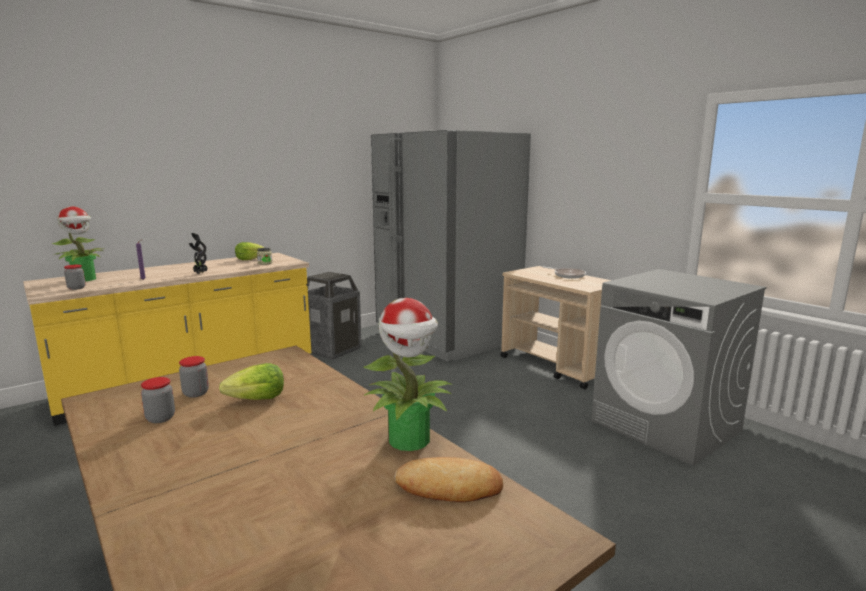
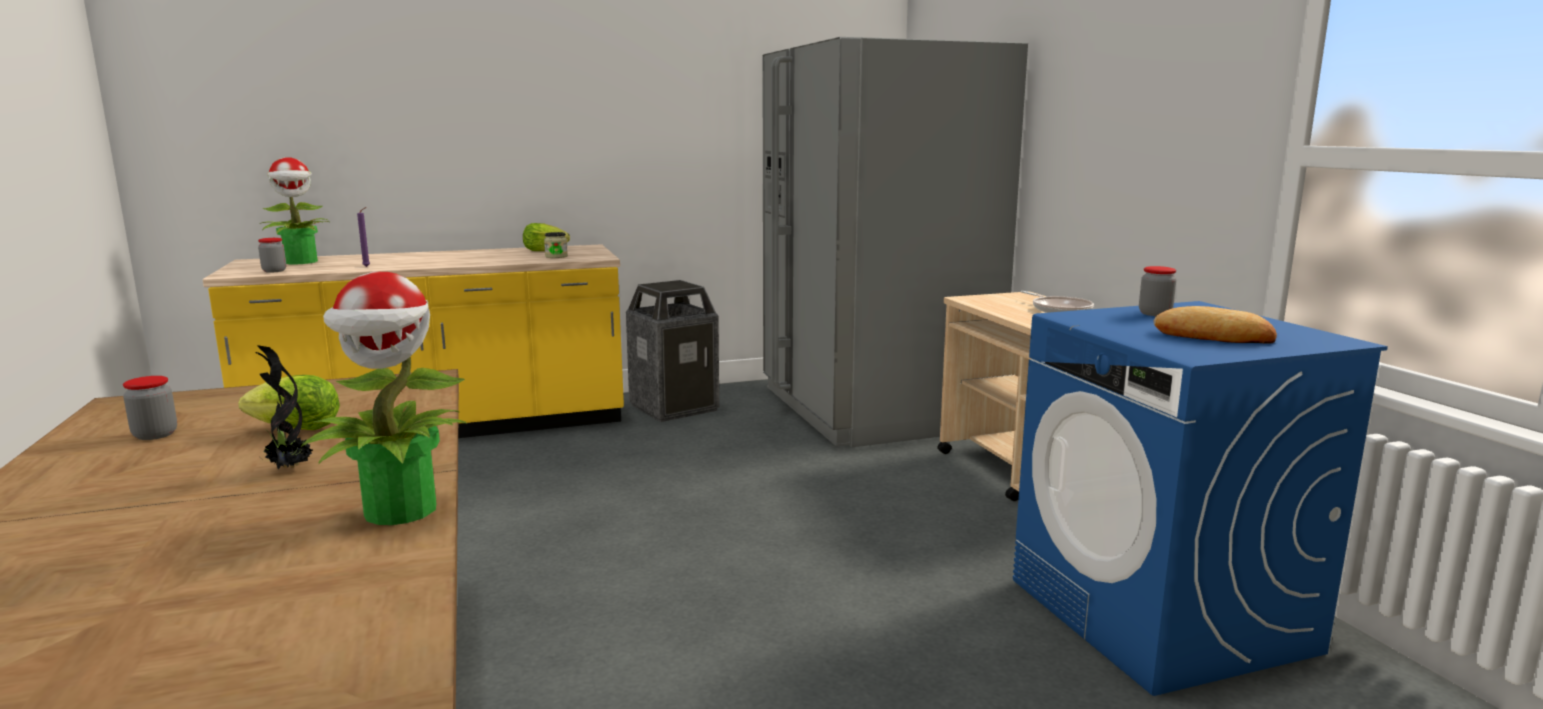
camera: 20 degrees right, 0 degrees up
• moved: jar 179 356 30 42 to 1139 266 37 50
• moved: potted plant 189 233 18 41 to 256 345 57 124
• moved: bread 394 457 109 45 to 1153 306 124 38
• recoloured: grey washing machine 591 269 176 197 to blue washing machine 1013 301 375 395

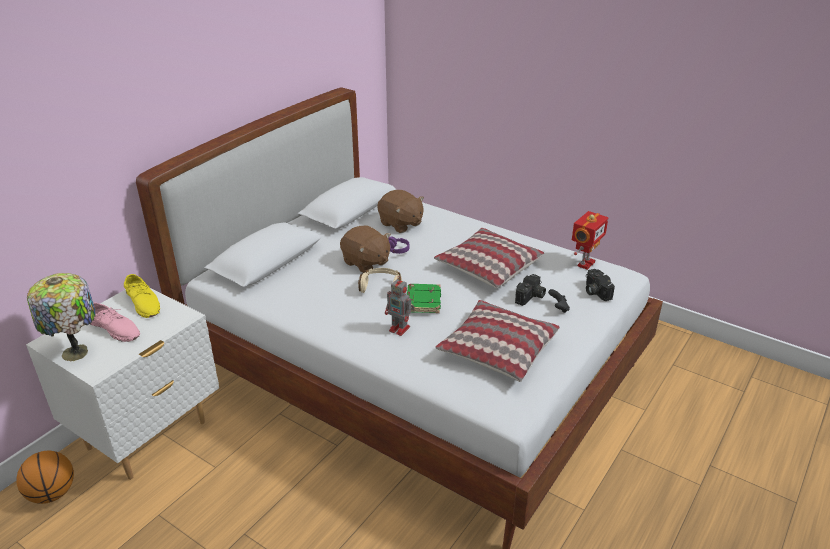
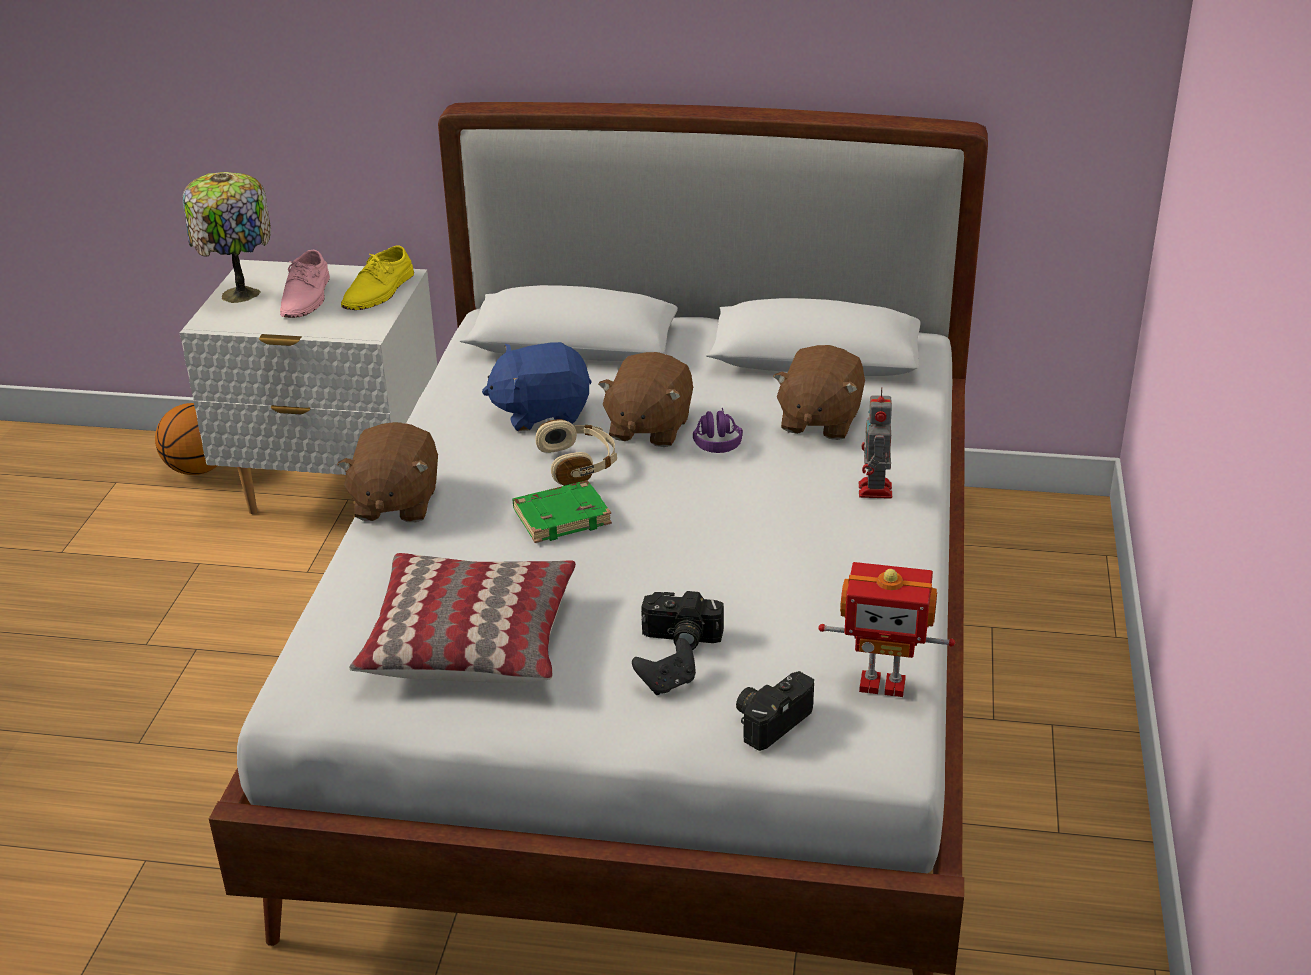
camera: 65 degrees right, 0 degrees up
• removed: pillow 434 228 110 60
• added: brown plush toy 337 422 101 100
• added: blue plush toy 482 342 109 89
• moved: toy robot 385 276 29 60 to 859 387 33 112

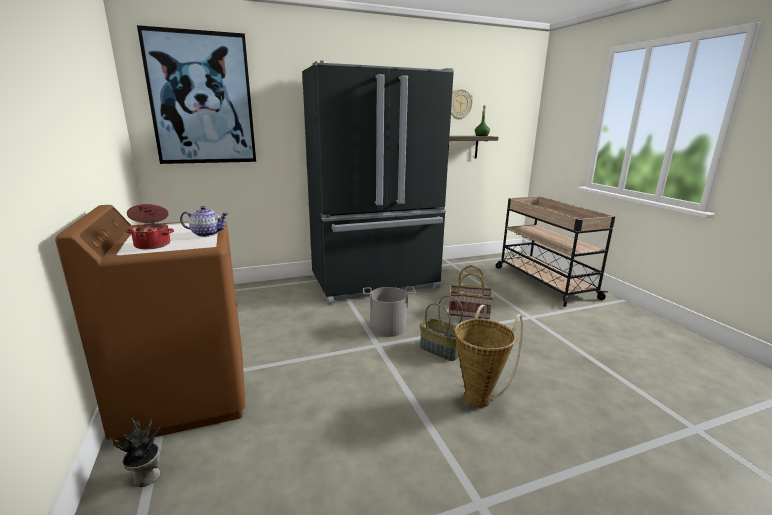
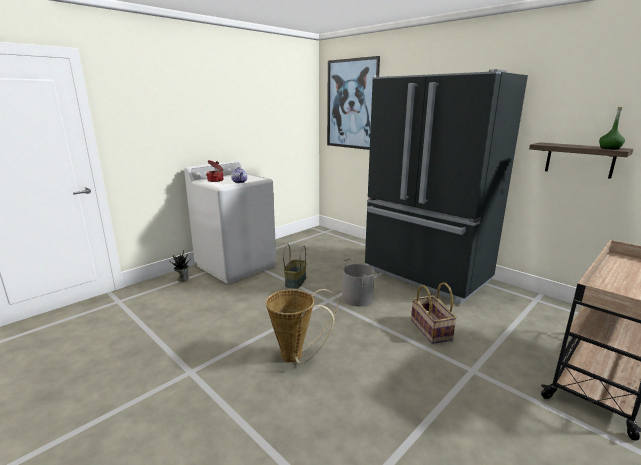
camera: 65 degrees right, 0 degrees up
• removed: wall clock 451 89 22 31
• moved: basket 420 295 43 66 to 283 244 24 45
• recoloured: brown washing machine 55 205 190 240 to white washing machine 184 161 92 123

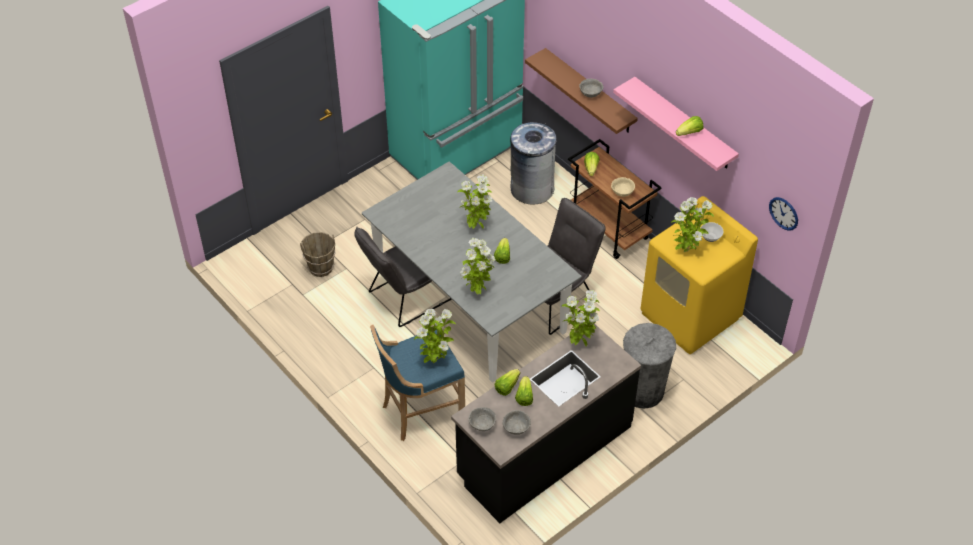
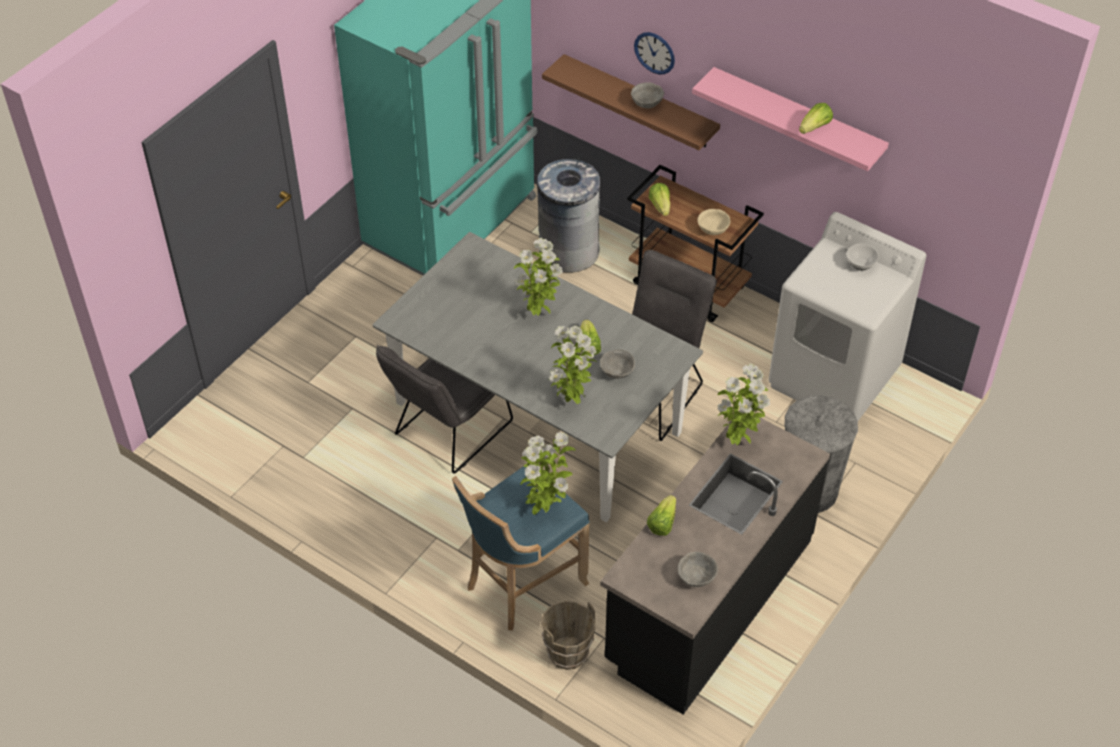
camera: 15 degrees left, 0 degrees up
• removed: lettuce 515 376 18 30
• removed: potted plant 671 197 43 55
• moved: brown bucket 300 232 36 45 to 540 600 55 70
• moved: grey bowl 468 407 28 24 to 600 349 35 30
• moved: wall clock 769 197 29 34 to 634 32 41 42
• recoloured: yellow washing machine 641 196 117 158 to white washing machine 769 212 158 209

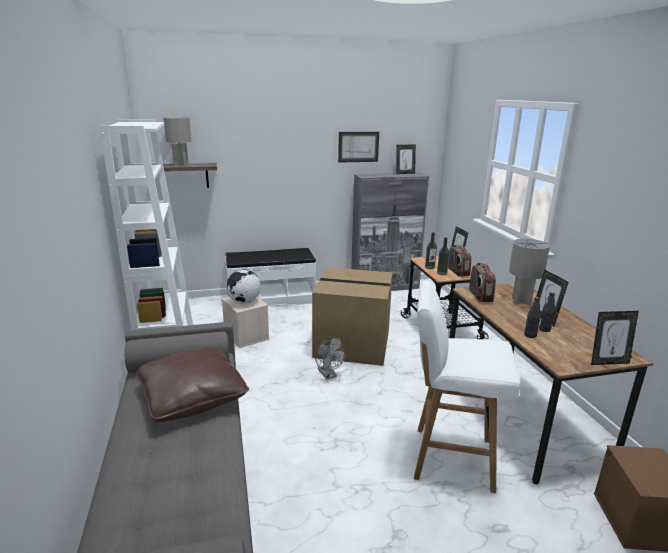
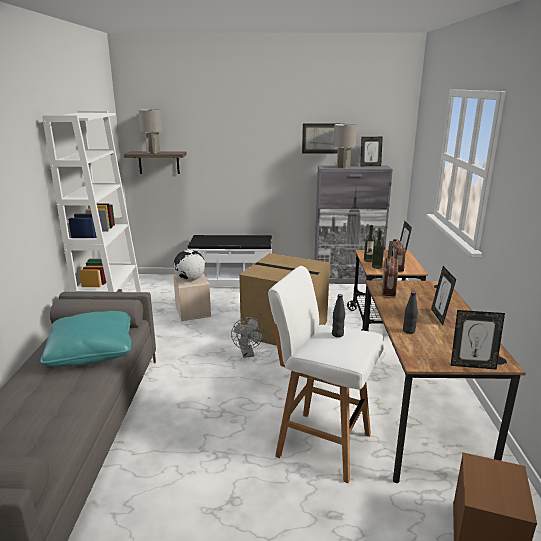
camera: 15 degrees right, 0 degrees up
• moved: grey table lamp 509 239 41 67 to 333 124 24 44
• moved: black bottle 539 292 16 40 to 332 294 13 43
• recoloured: brown pillow 137 347 112 75 to turquoise pillow 40 311 91 56

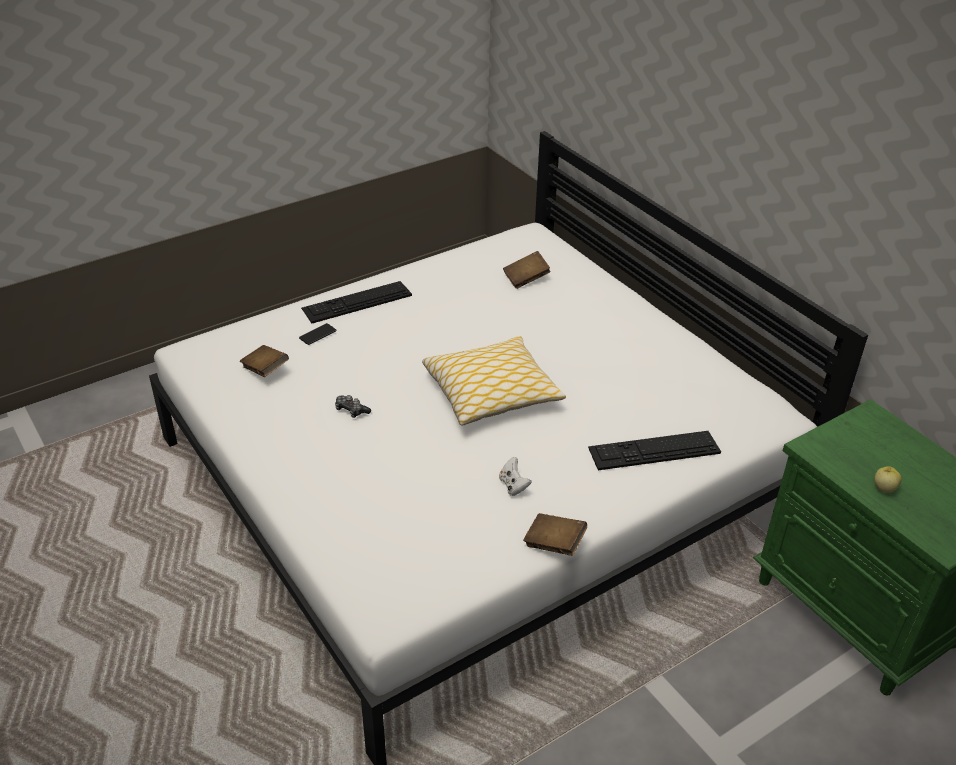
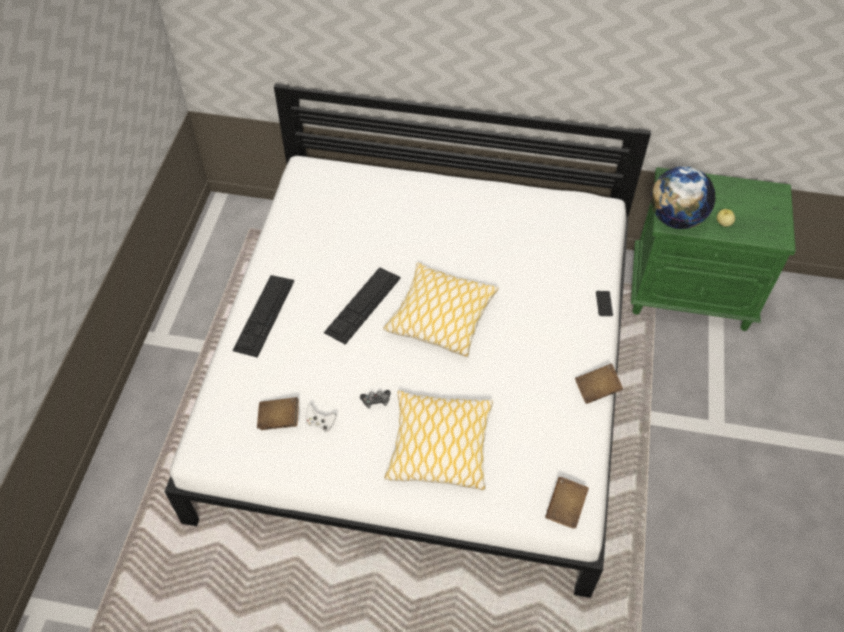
camera: 45 degrees left, 15 degrees up
• added: pillow 385 391 108 99
• added: globe 651 166 64 63
• moved: phone 299 323 38 22 to 596 291 17 25
• moved: white game controller 499 457 33 39 to 306 404 31 28
• moved: brown book 503 251 48 38 to 545 477 44 52
• moved: keyboard 588 431 133 39 to 324 267 77 78

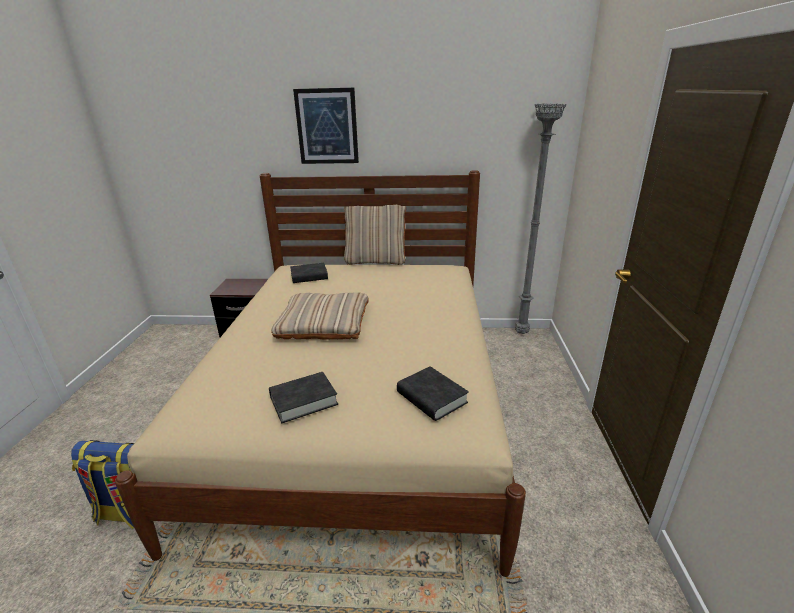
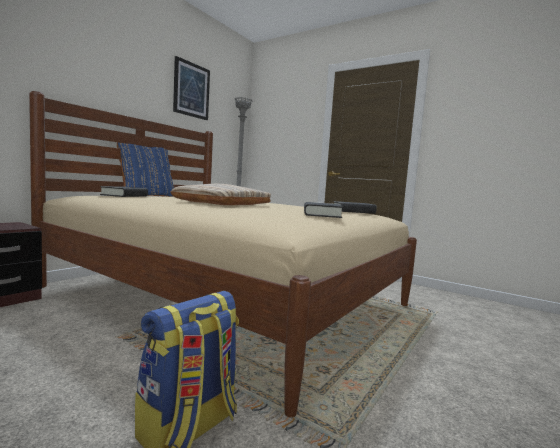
camera: 60 degrees left, 20 degrees down
• moved: picture 293 88 66 76 to 173 56 37 64
• recoloured: beige pillow 344 205 62 60 to blue pillow 117 142 57 55

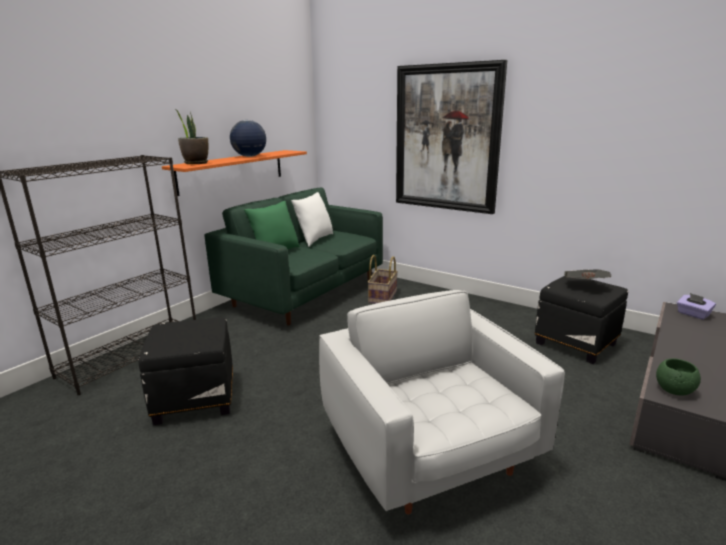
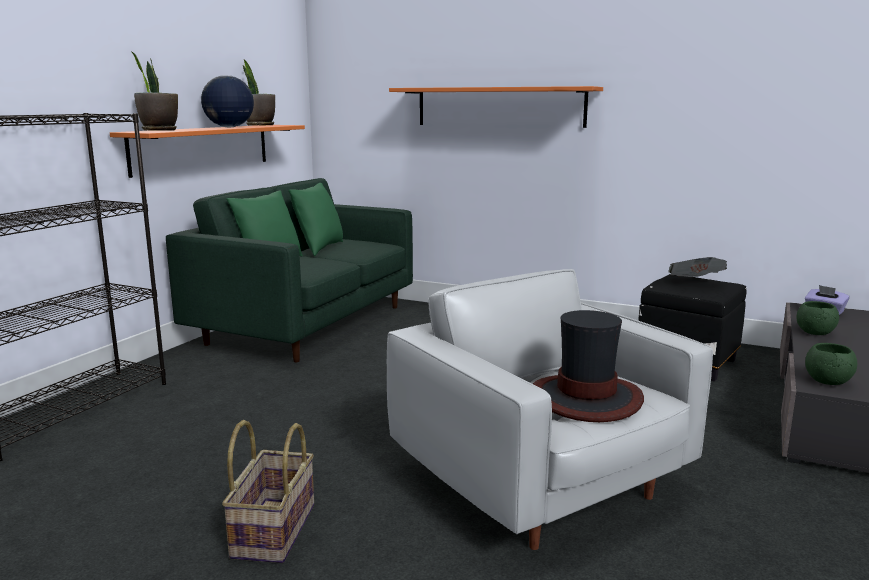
camera: 10 degrees left, 5 degrees down
• removed: black ottoman 138 317 95 108
• added: potted plant 243 60 32 66
• added: hat 533 310 111 112
• added: green bowl 796 301 43 34
• moved: basket 367 255 31 49 to 222 420 92 143
• replaced: picture 396 60 111 154 to orange shelf 389 86 214 42
• recoloured: white pillow 291 192 42 55 to green pillow 288 183 55 73

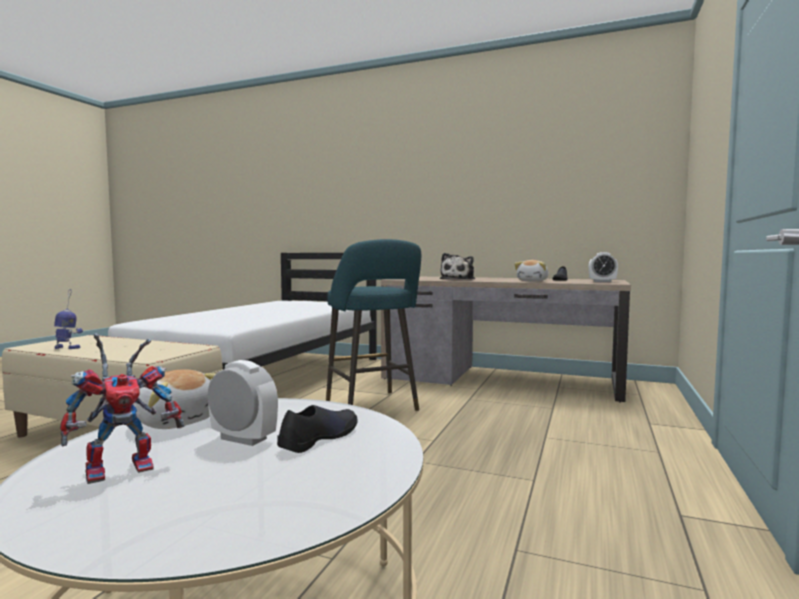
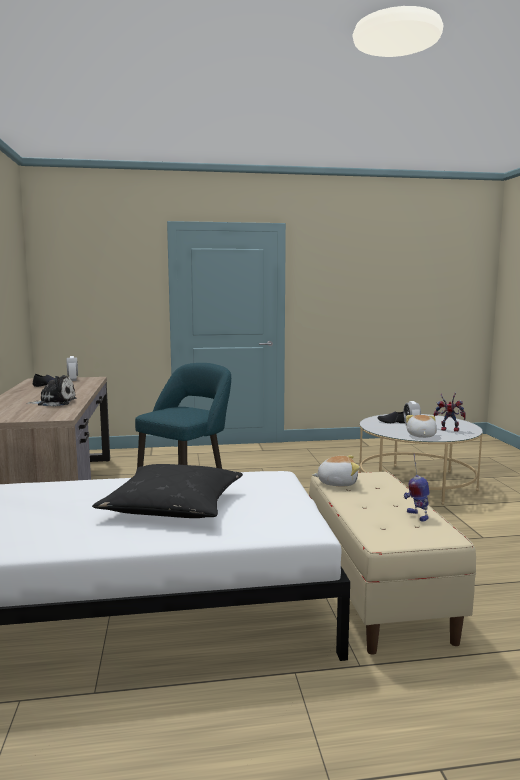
camera: 120 degrees left, 5 degrees up
• added: black pillow 92 464 151 54
• moved: plush toy 514 260 35 22 to 312 455 48 31

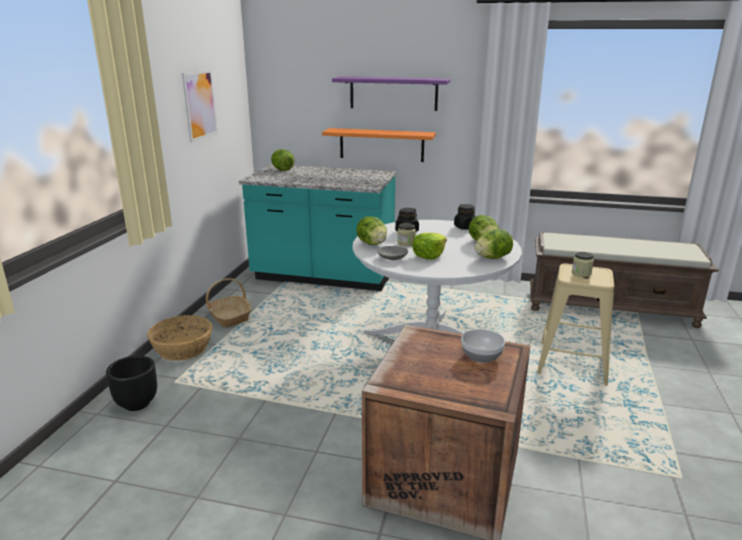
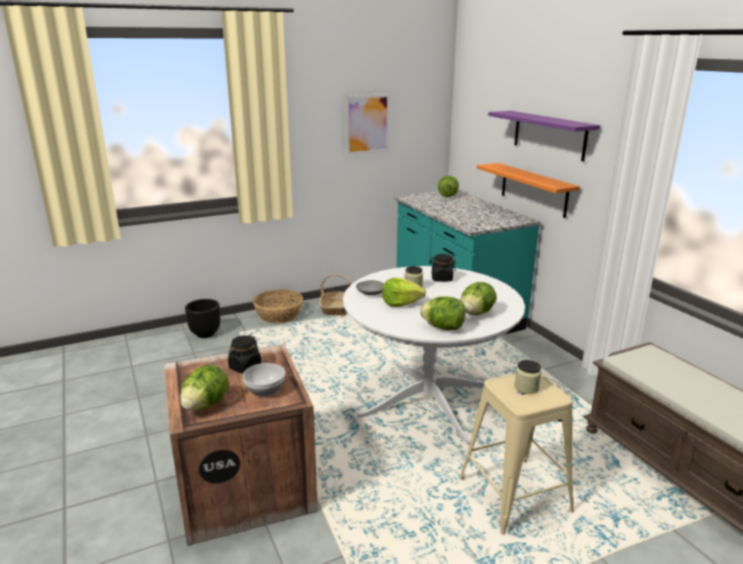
camera: 50 degrees right, 0 degrees up
• moved: lettuce 356 216 31 29 to 180 365 49 45
• moved: black jar 454 204 22 26 to 228 335 33 39

